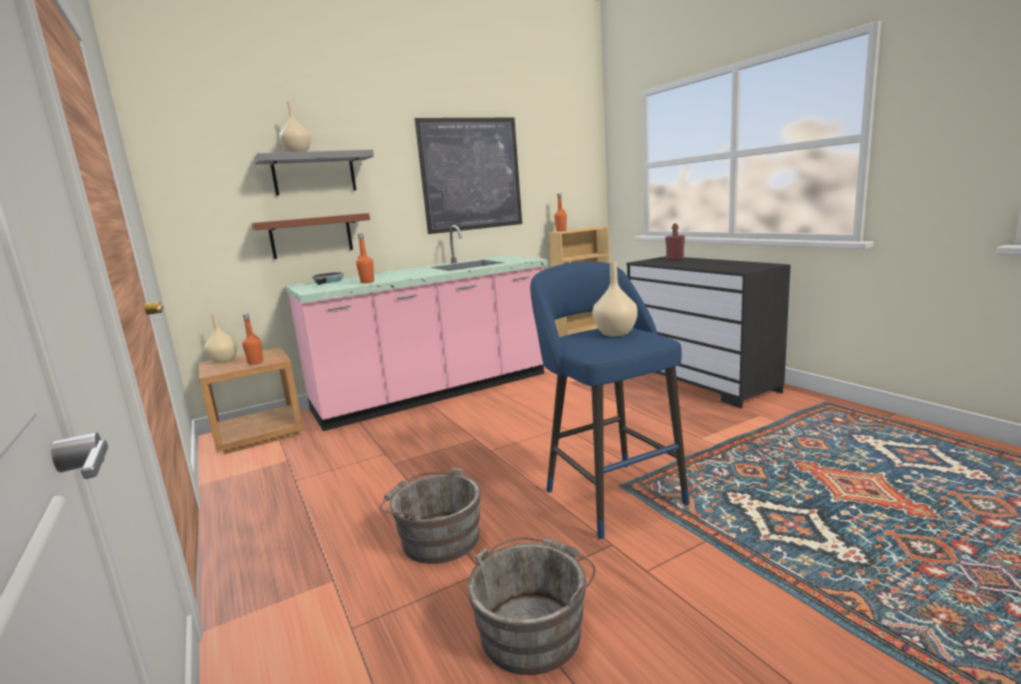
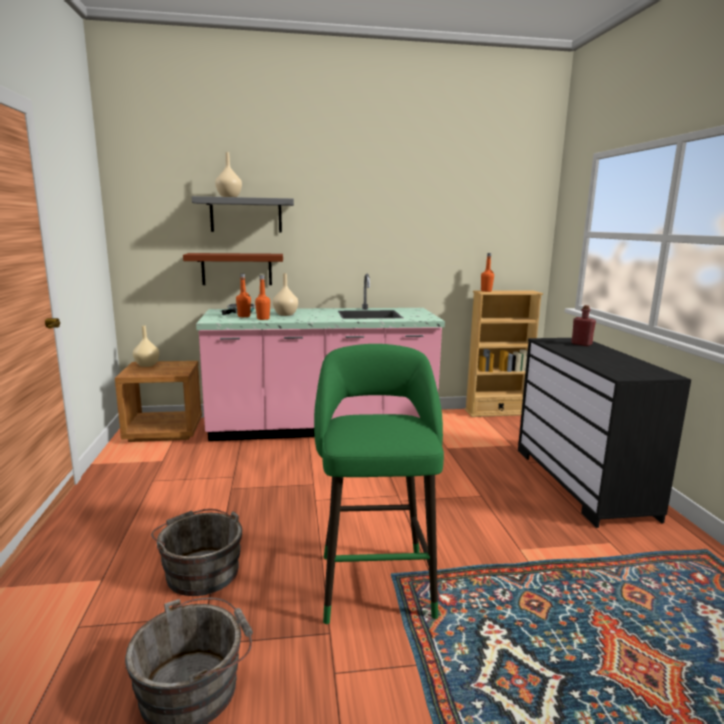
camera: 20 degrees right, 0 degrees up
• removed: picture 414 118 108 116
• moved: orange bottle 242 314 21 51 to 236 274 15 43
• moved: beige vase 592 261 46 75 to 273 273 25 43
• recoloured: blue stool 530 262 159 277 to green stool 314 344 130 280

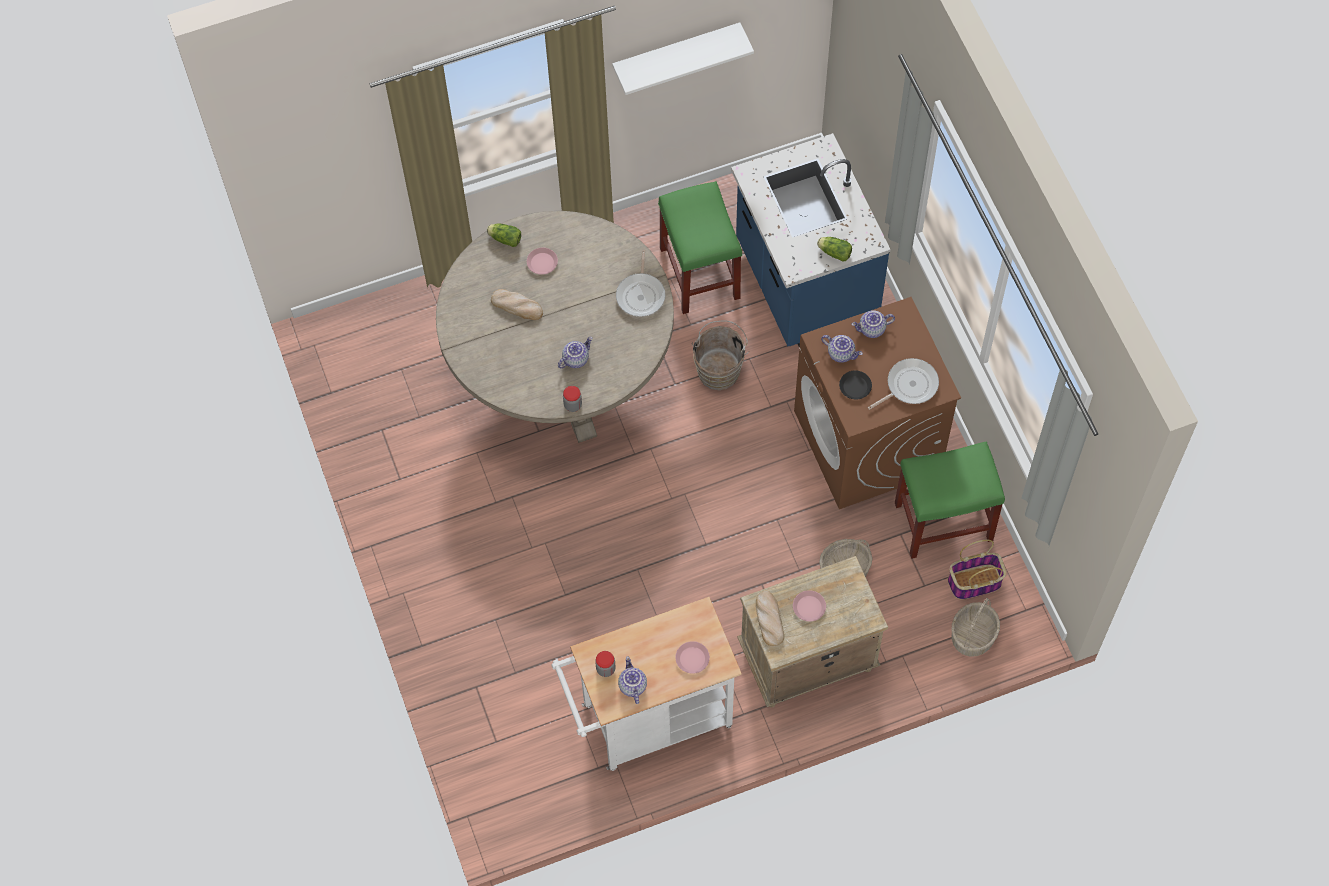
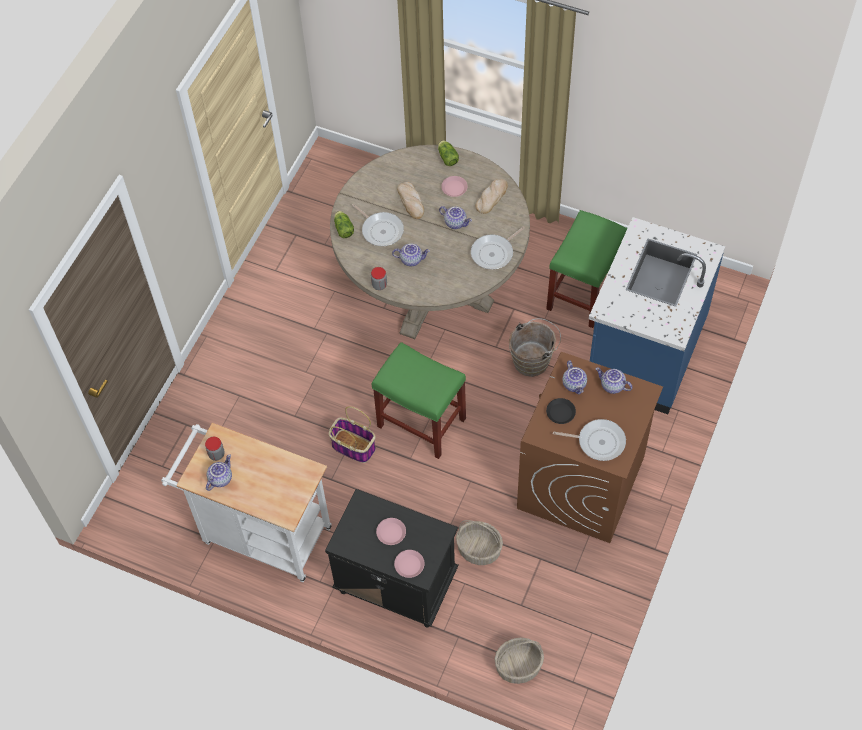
camera: 45 degrees right, 5 degrees down
• removed: white shelf 612 22 142 73
• added: frying pan 352 204 52 42
• added: teapot 439 206 33 23
• moved: pink plate 675 641 35 33 to 394 550 30 28
• moved: bread 756 591 28 55 to 475 179 33 35
• moved: lettuce 817 237 35 24 to 334 211 20 27
• moved: green stool 895 441 110 118 to 372 342 94 117
• moved: basket 948 540 58 60 to 329 406 47 57
• recoloured: beige nightstand 737 556 151 152 to black nightstand 325 489 134 138

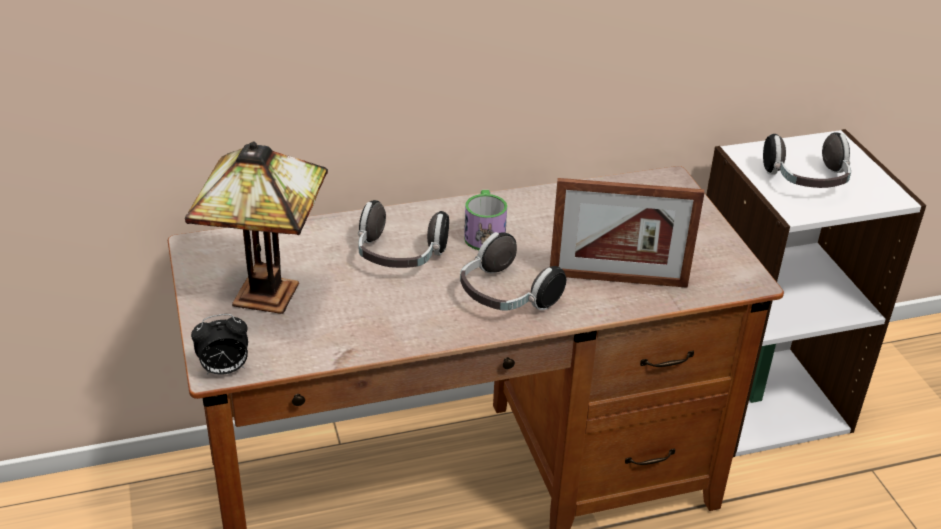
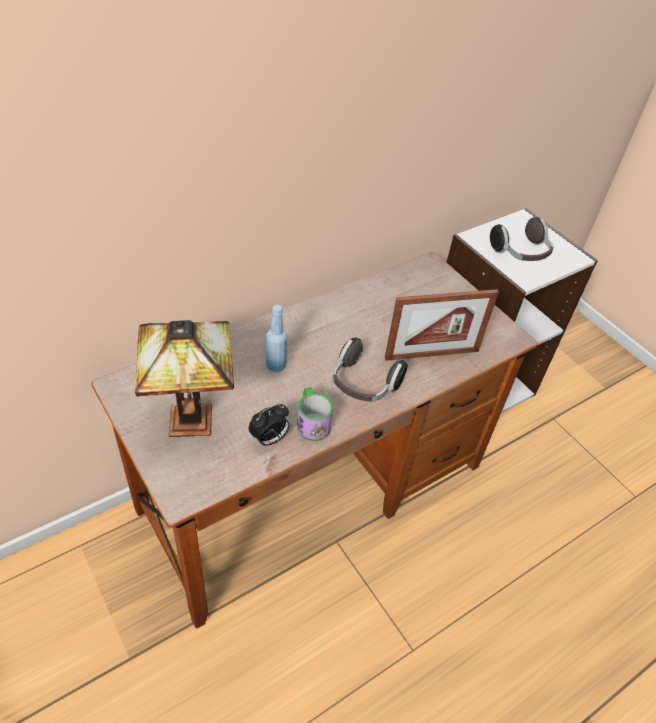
camera: 20 degrees left, 10 degrees up
• moved: alarm clock 191 314 57 61 to 249 404 41 42
• moved: mug 464 190 43 60 to 297 387 36 54
• replaced: headphones 358 200 91 68 to blue bottle 266 305 21 67

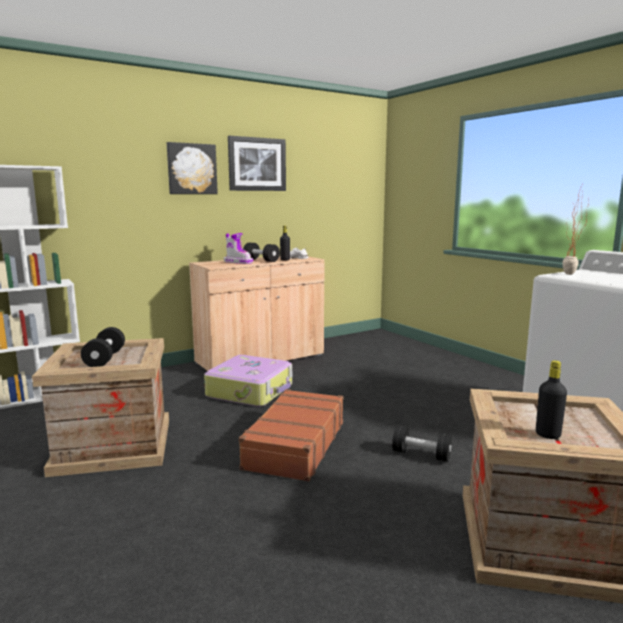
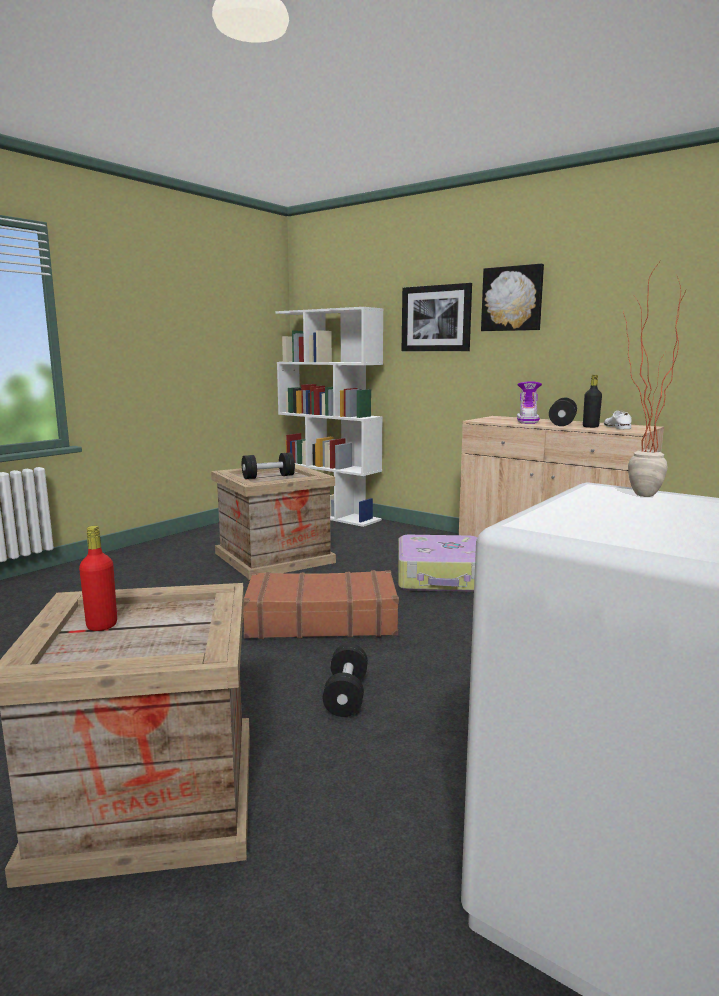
camera: 70 degrees right, 0 degrees up
• moved: picture 228 136 58 55 to 402 283 70 68
• recoloured: black bottle 536 361 31 78 to red bottle 79 526 38 105

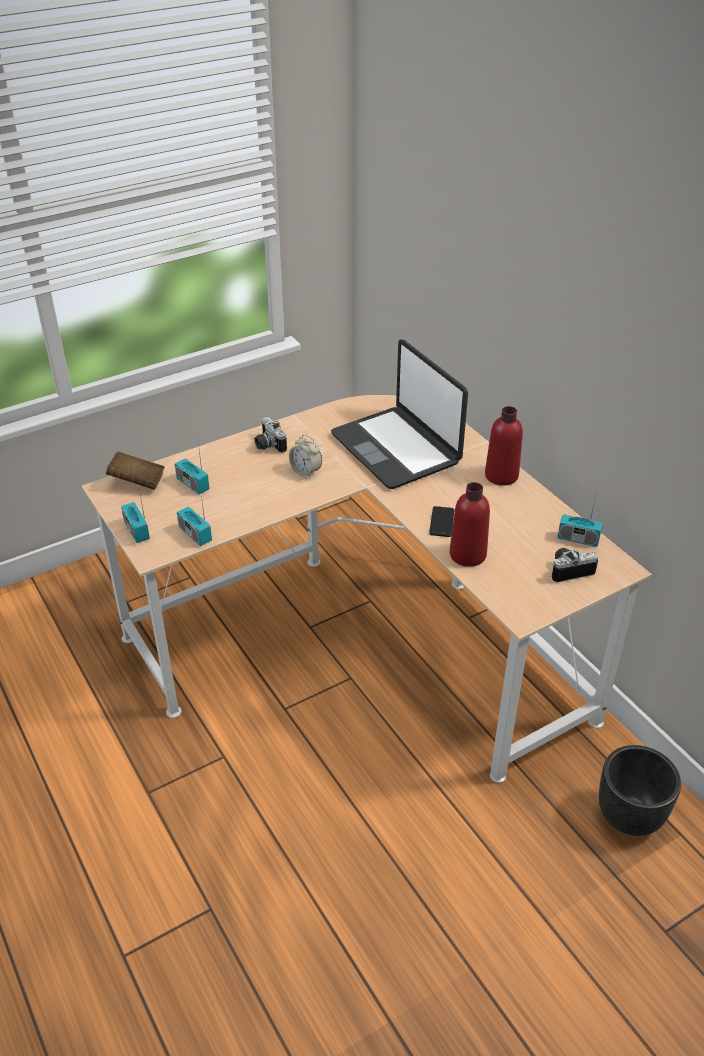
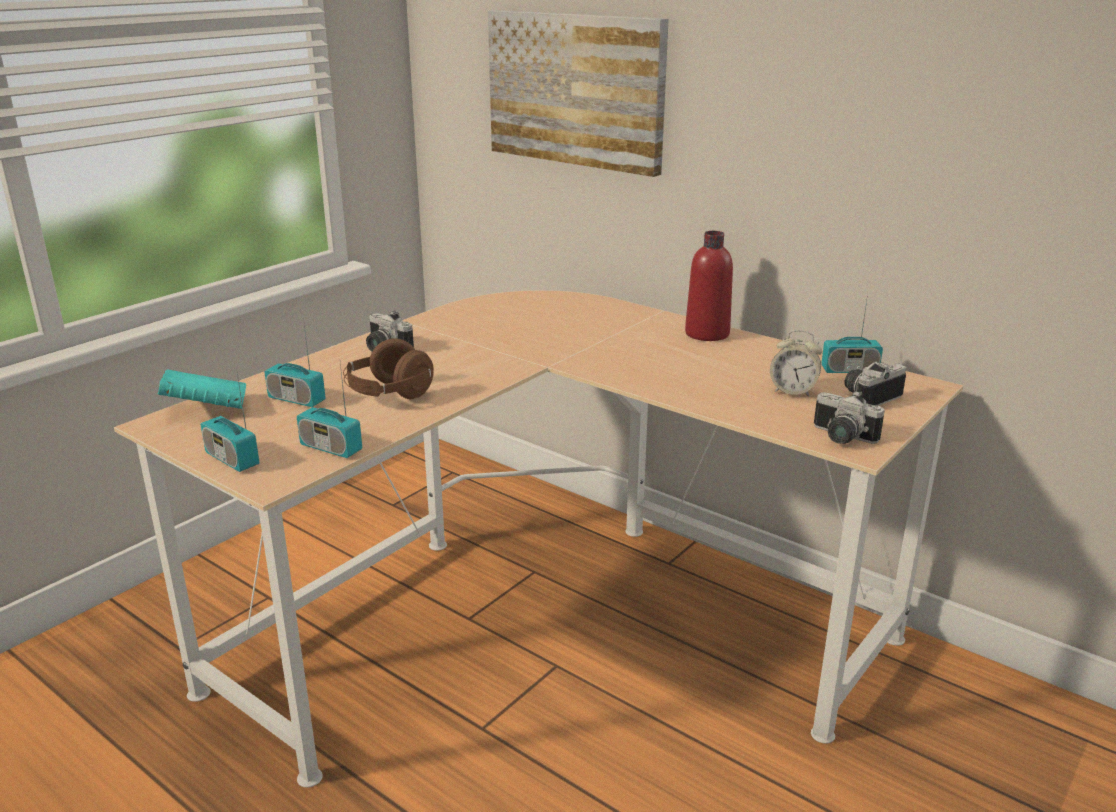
camera: 20 degrees left, 15 degrees down
• removed: laptop 331 339 137 150
• removed: phone 429 506 25 31
• removed: red bottle 450 482 40 85
• removed: black planter 599 745 82 91
• added: brown headphones 343 338 91 61
• added: picture 488 10 181 167
• added: photo camera 814 391 71 53
• moved: alarm clock 289 435 33 43 to 770 330 52 67
• recoloured: brown book 106 451 59 39 to turquoise book 158 369 88 40

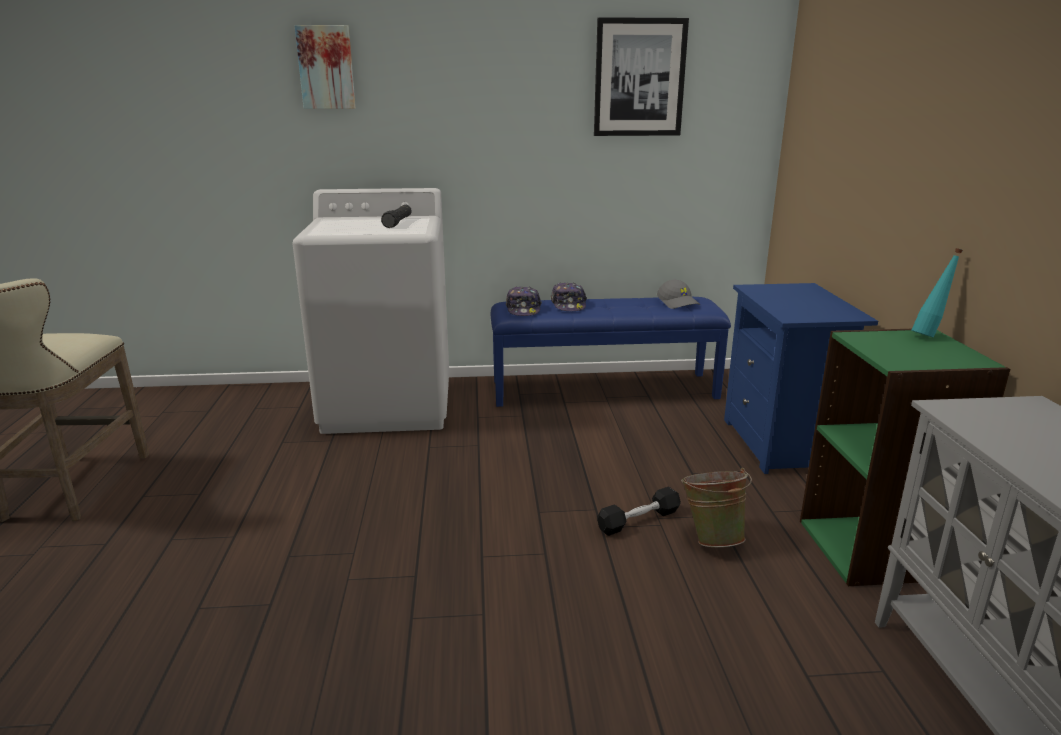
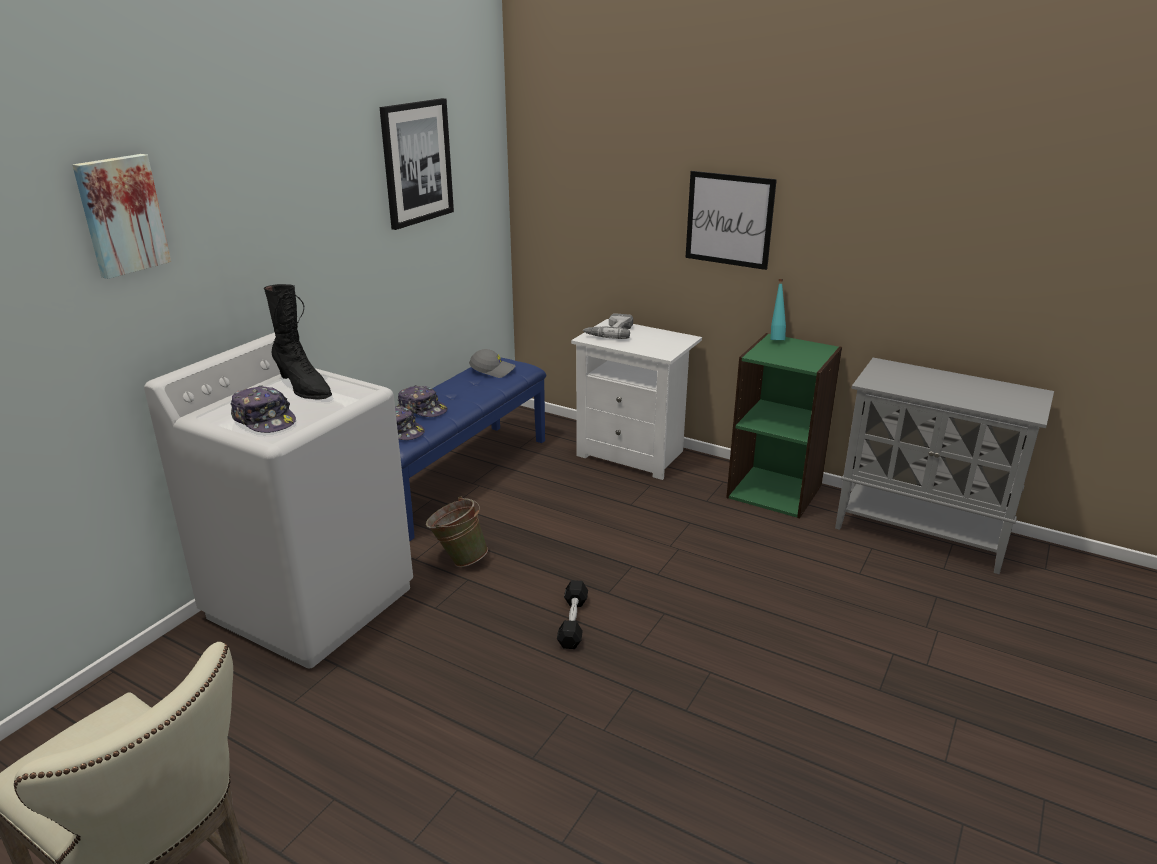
camera: 55 degrees left, 5 degrees up
• added: cap 230 385 66 48
• added: power drill 583 314 50 25
• added: picture 686 171 91 99
• moved: black dumbbell 597 487 84 49 to 557 580 31 69
• moved: green bucket 681 468 71 79 to 426 496 62 71
• replaced: black flashlight 381 205 31 23 to black boot 264 284 68 115
• recoloured: blue nightstand 724 283 154 191 to white nightstand 571 319 131 161

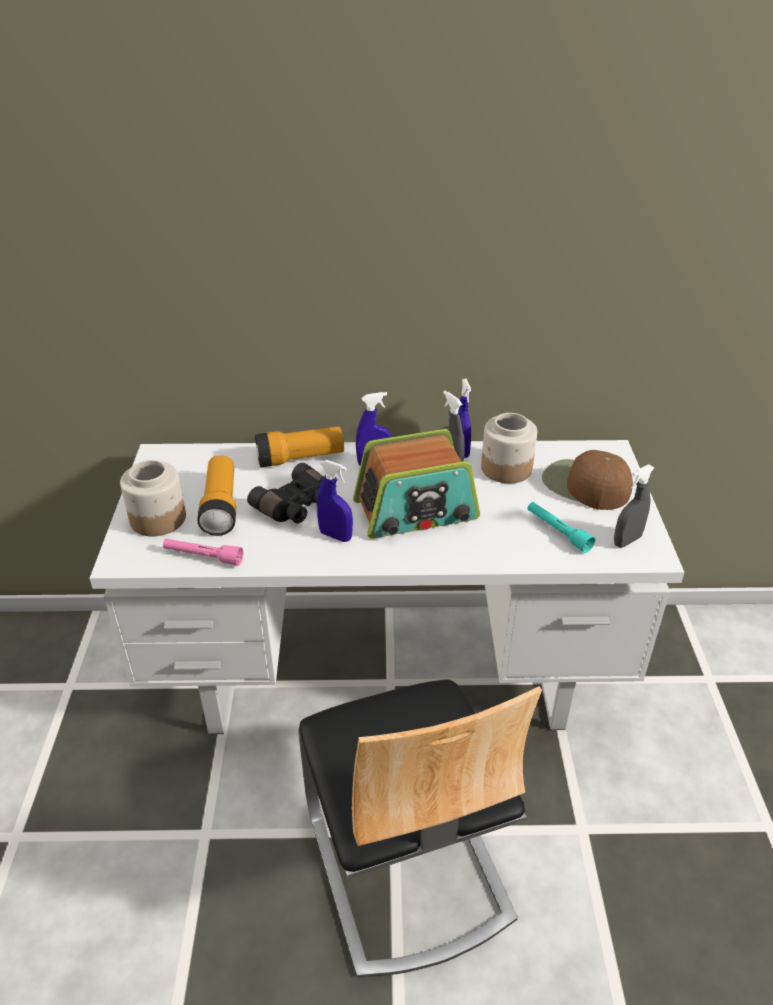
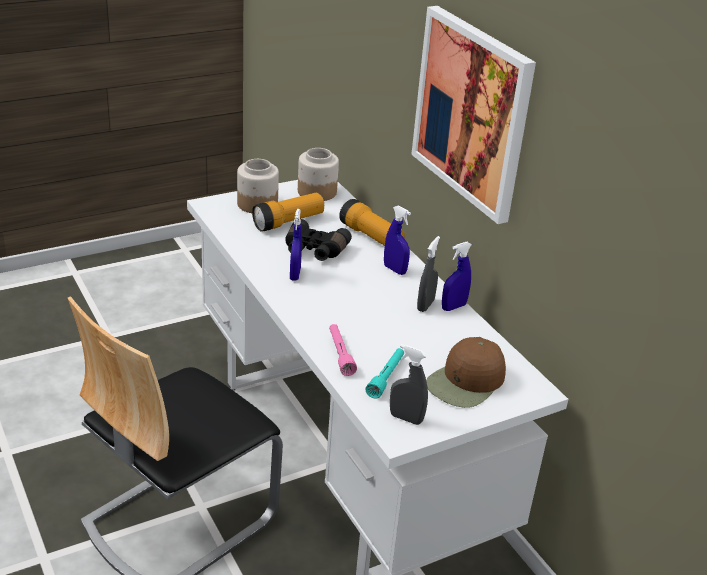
camera: 60 degrees right, 5 degrees down
• removed: radio 353 429 127 110
• added: picture 411 6 125 218
• moved: pink flashlight 163 539 80 27 to 329 324 28 52
• moved: jar 481 413 56 70 to 298 148 41 53
• turned: brown cap 542 450 91 60 = 426 337 80 71 150 degrees counterclockwise

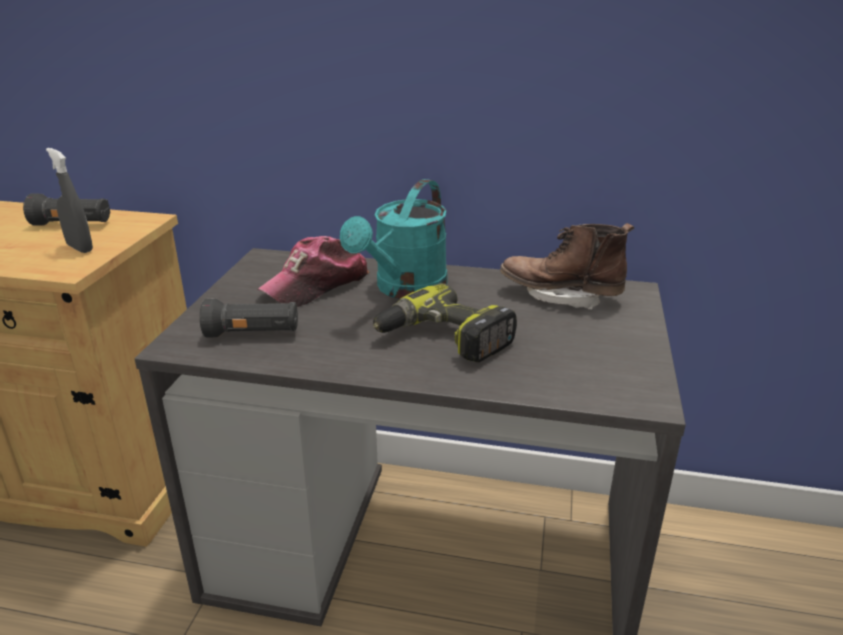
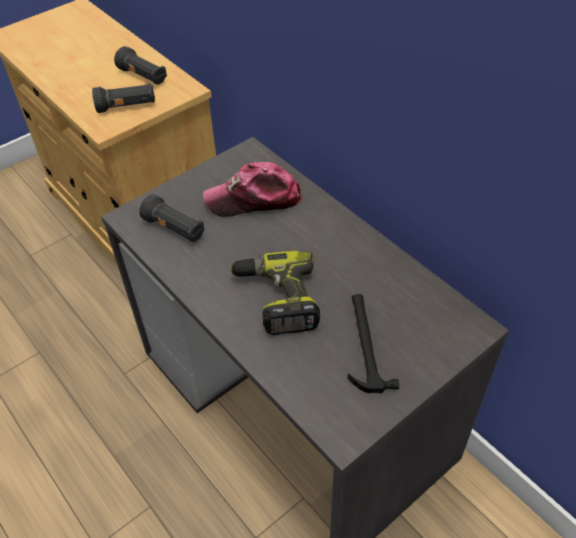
camera: 40 degrees right, 20 degrees up
• removed: turquoise watering can 340 179 108 120
• removed: brown boot 500 223 134 87
• added: hammer 348 294 51 99
• replaced: grey spray bottle 46 148 47 105 to black flashlight 92 83 63 30

